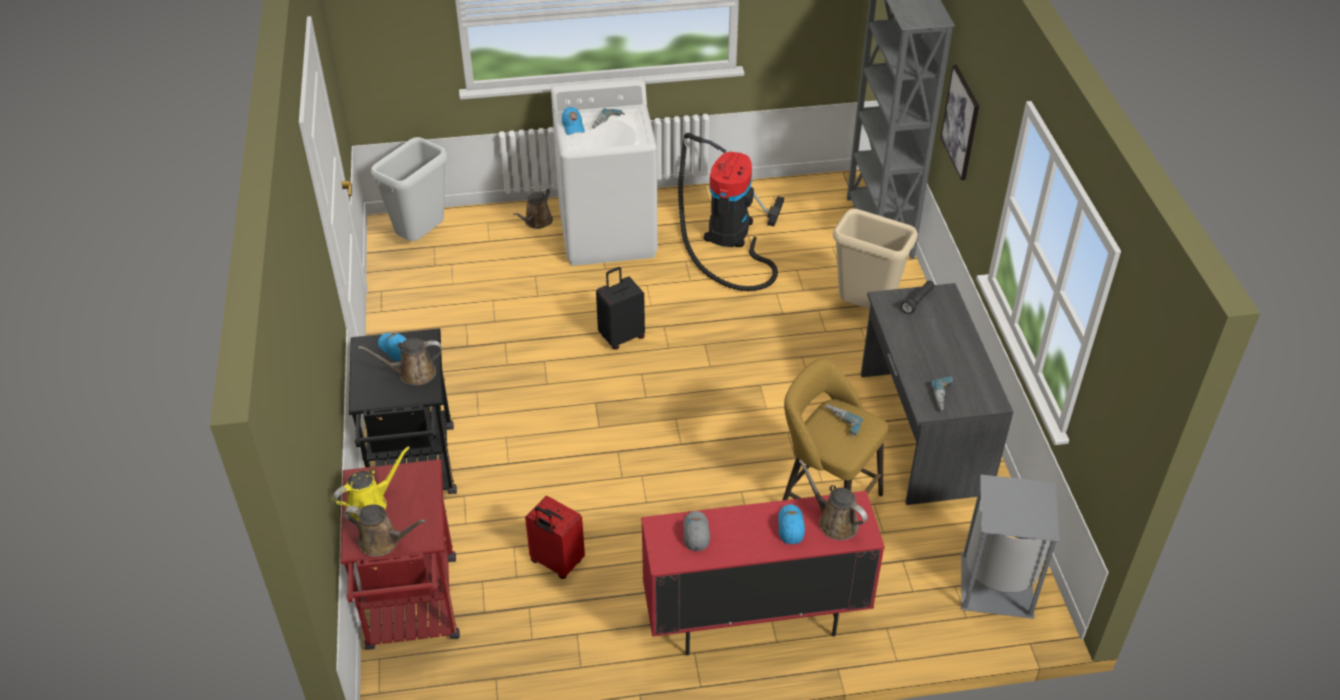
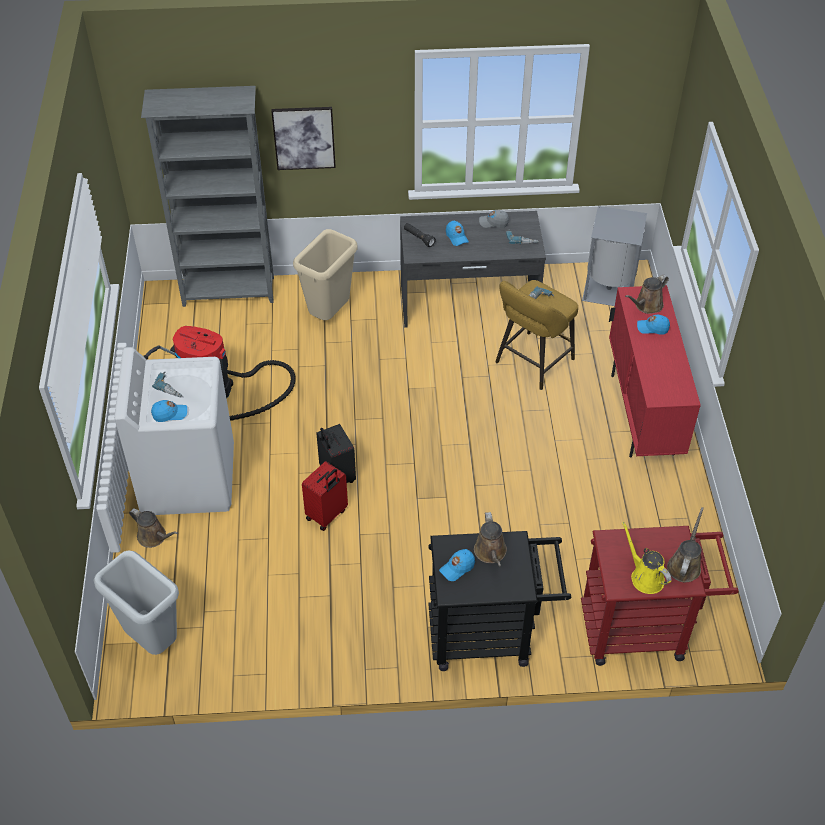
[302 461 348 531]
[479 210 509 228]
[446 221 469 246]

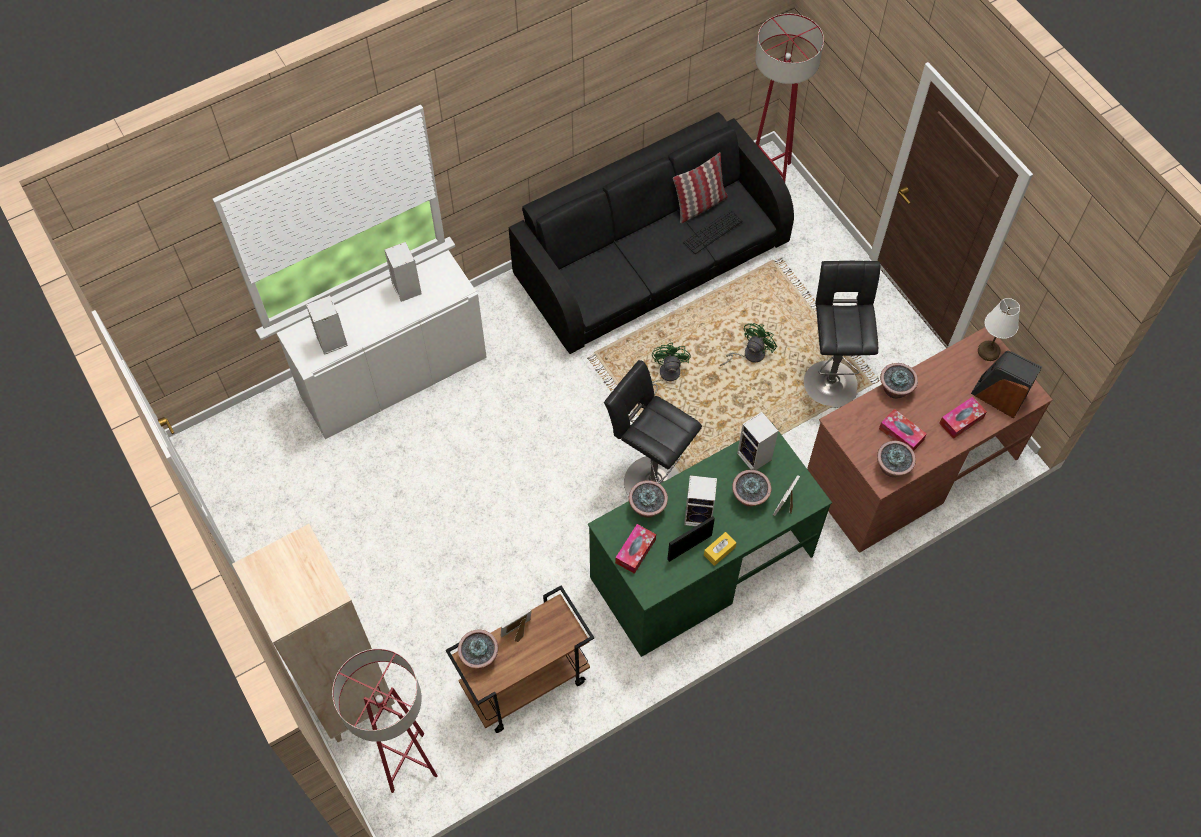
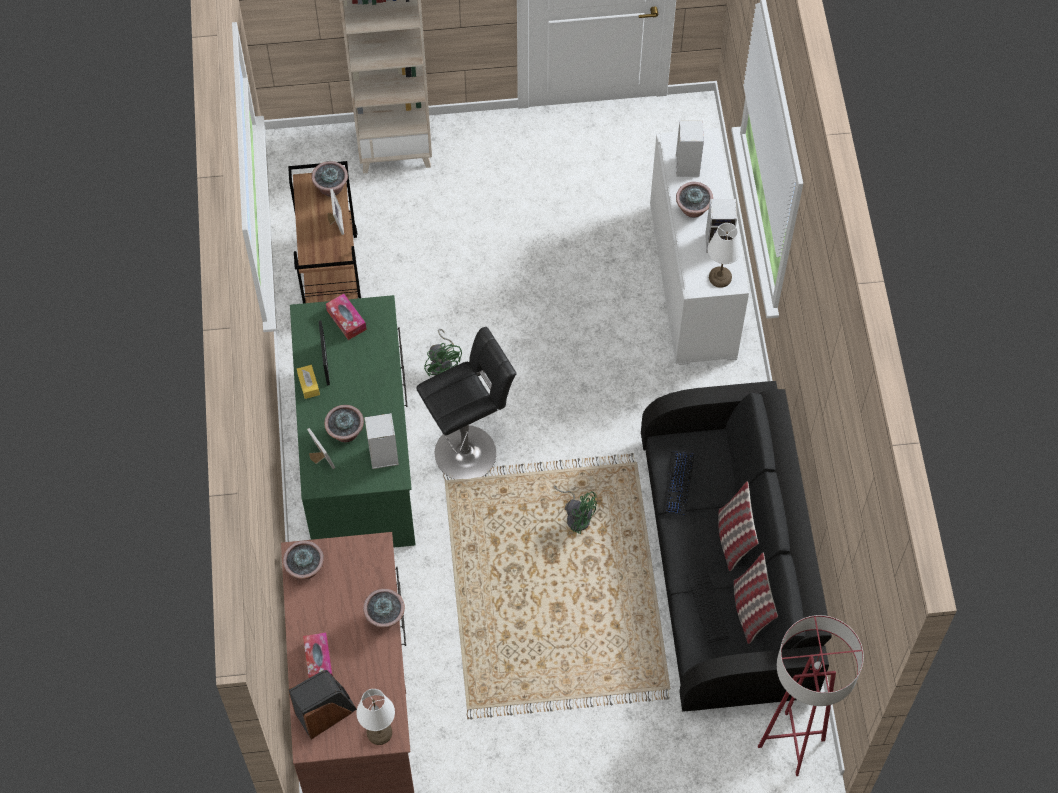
[332 649 438 793] (first image)
[676 182 713 218]
[684 475 717 527] (first image)
[424 329 462 377]
[804 261 880 408] (first image)
[879 409 927 451] (first image)
[663 451 694 515]
[708 223 742 288]
[718 481 758 571]

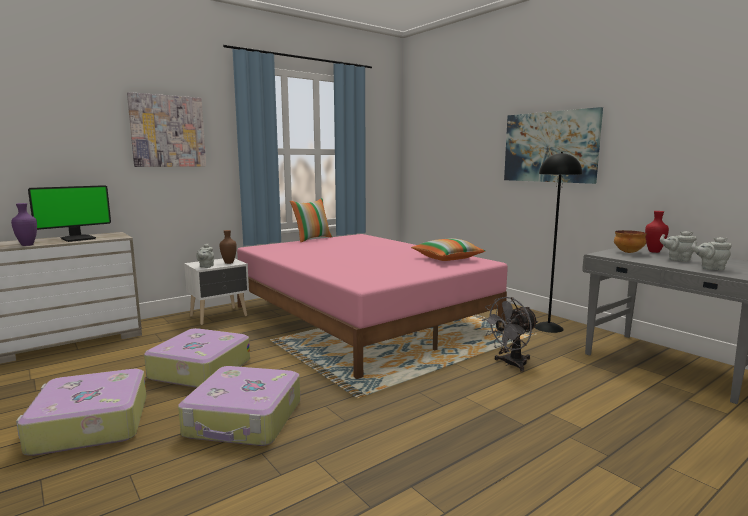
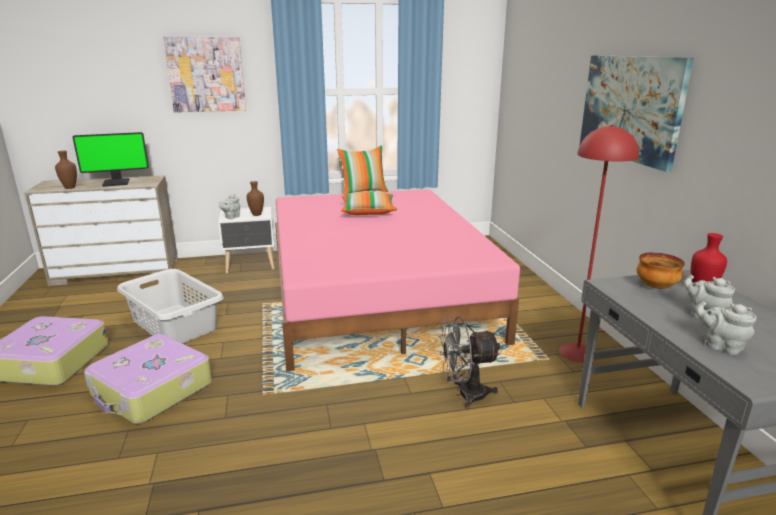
[55 151 77 189]
[117 269 224 343]
[341 192 397 215]
[559 125 639 363]

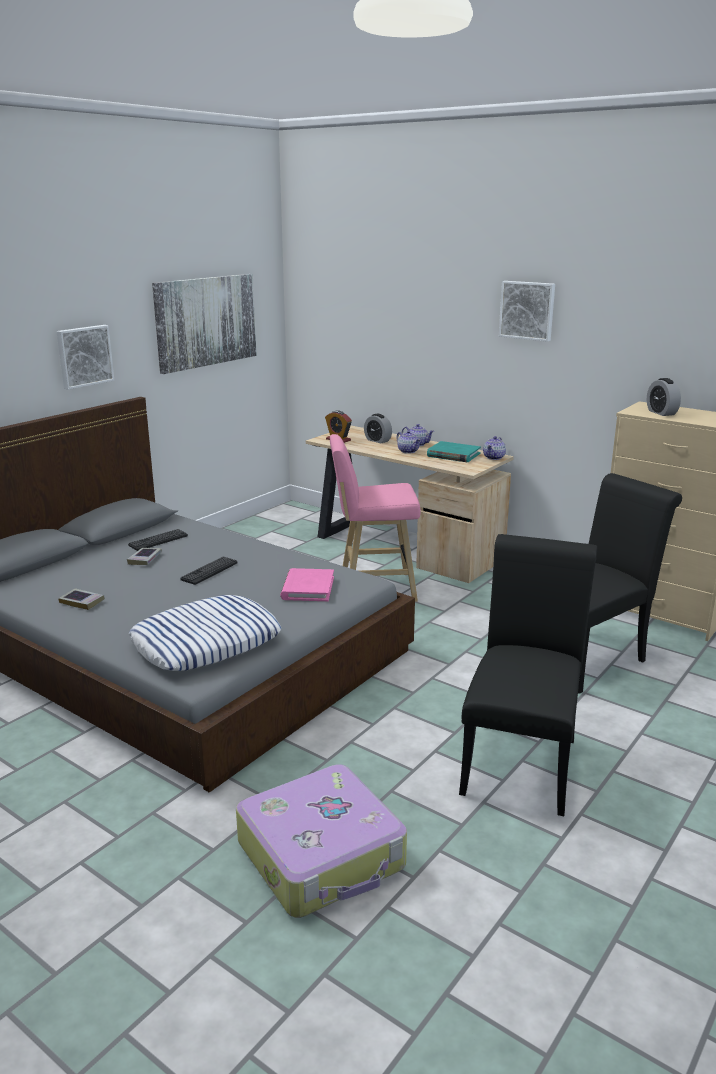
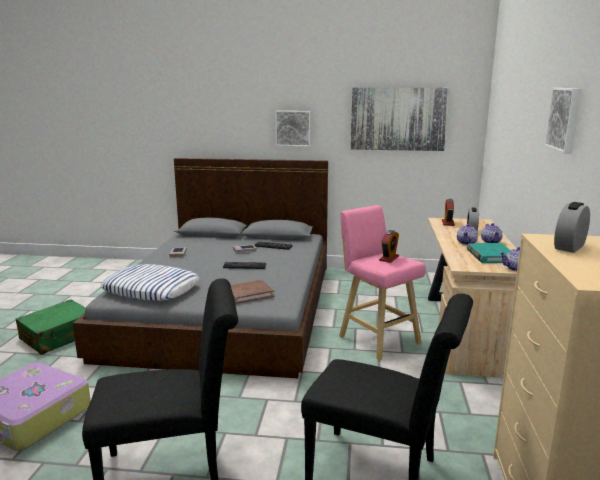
[231 280 274 304]
[16 299 86 355]
[379 230 399 263]

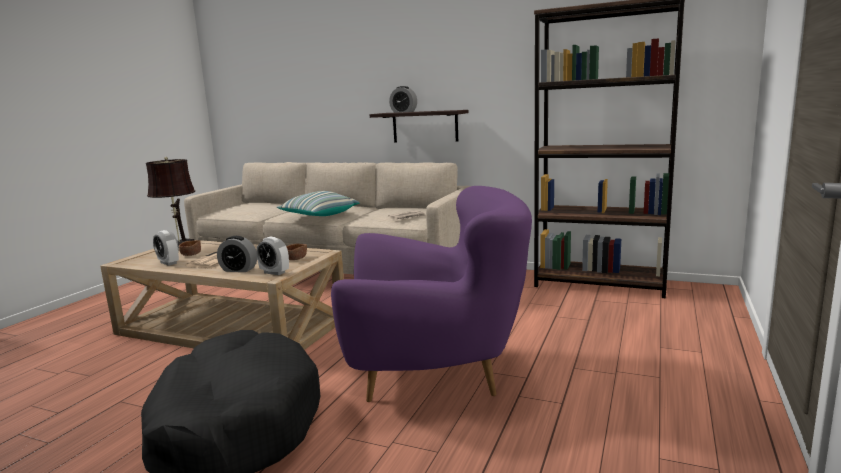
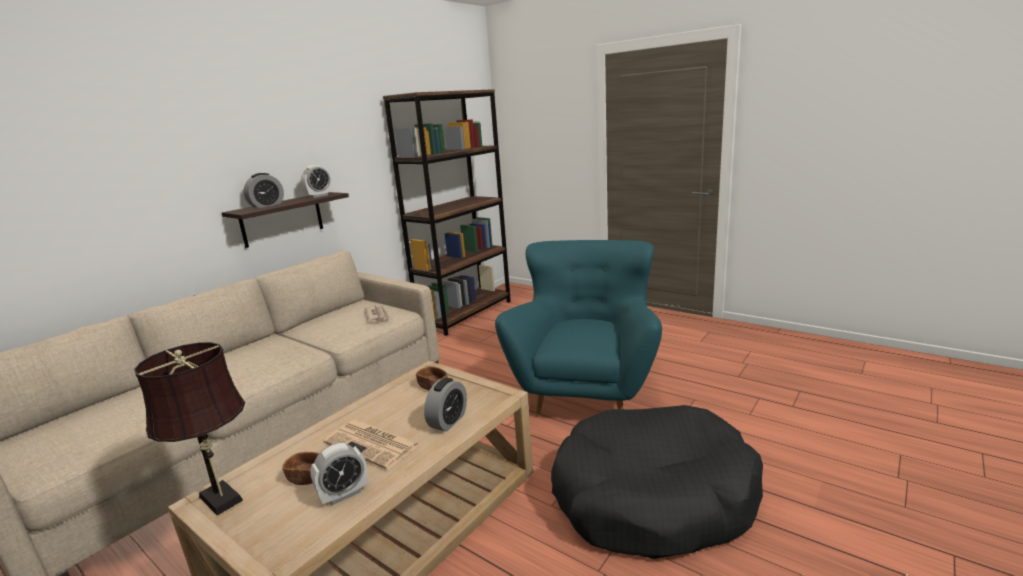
[301 165 332 198]
[277 191 360 216] (first image)
[495 240 662 417]

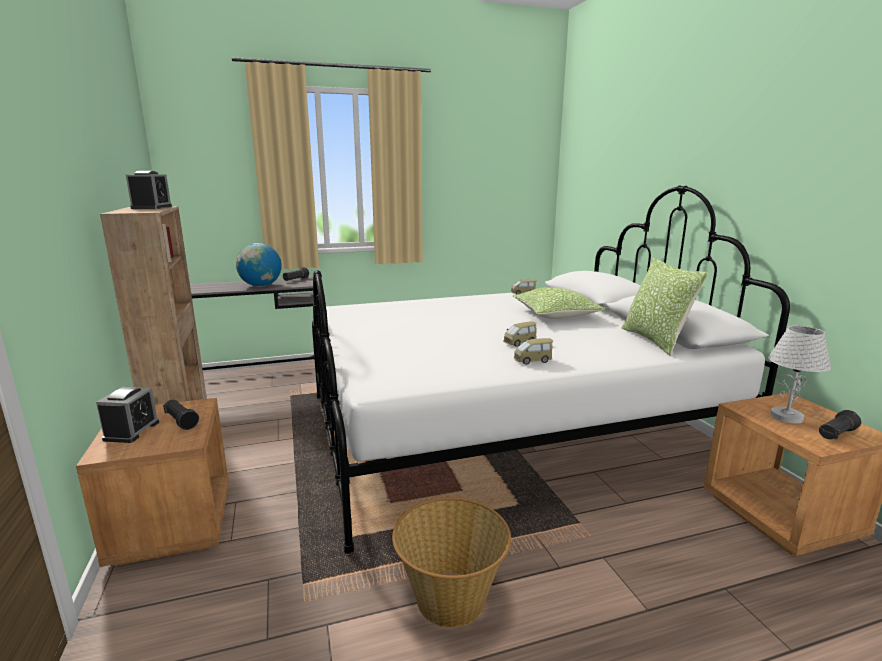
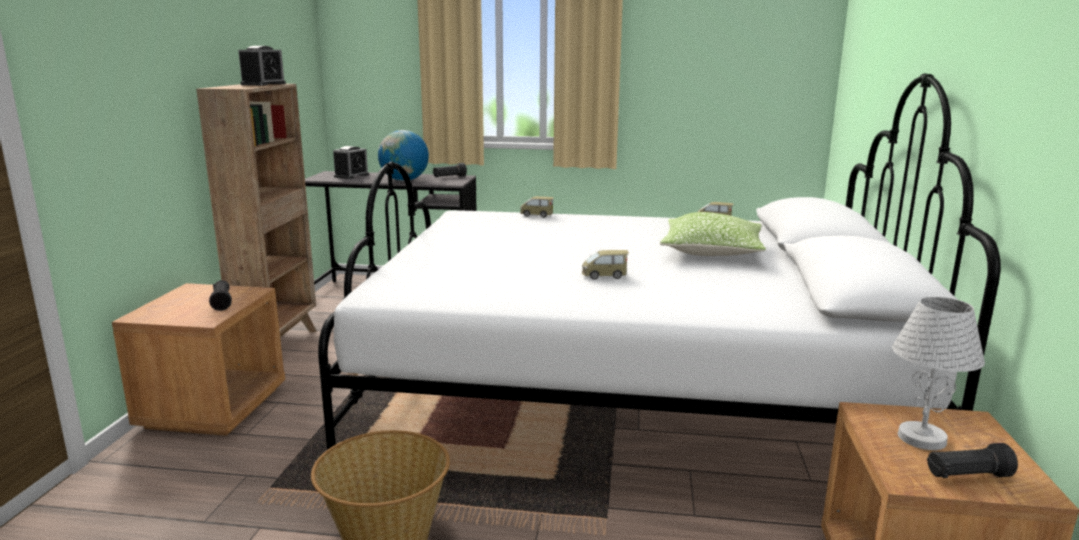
[333 146 369 179]
[520 196 554 218]
[622 258 708 355] (first image)

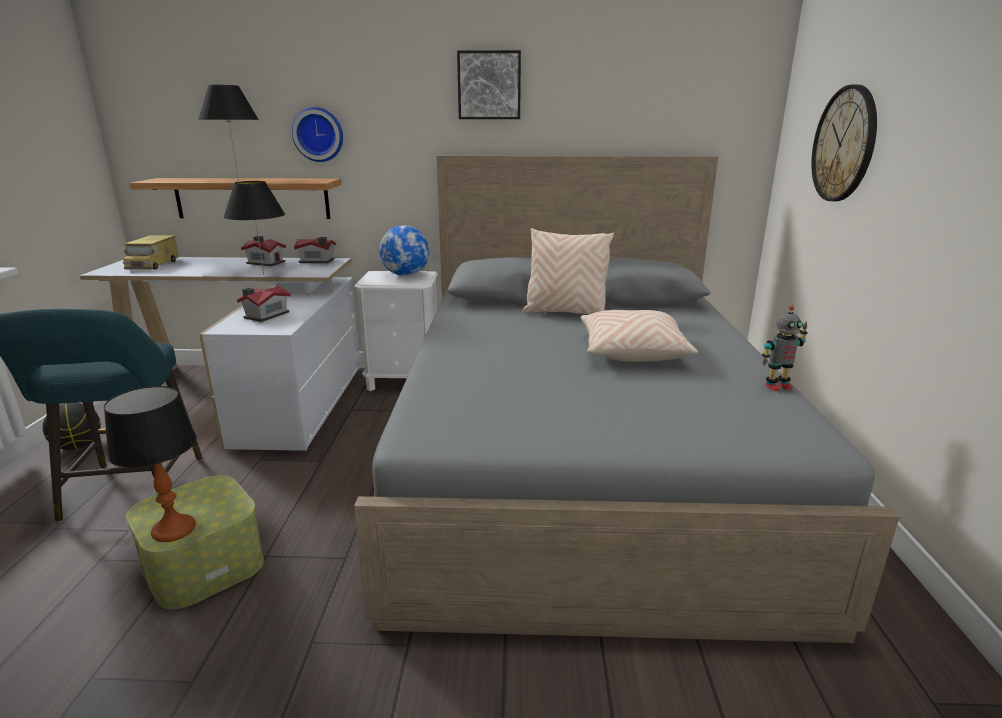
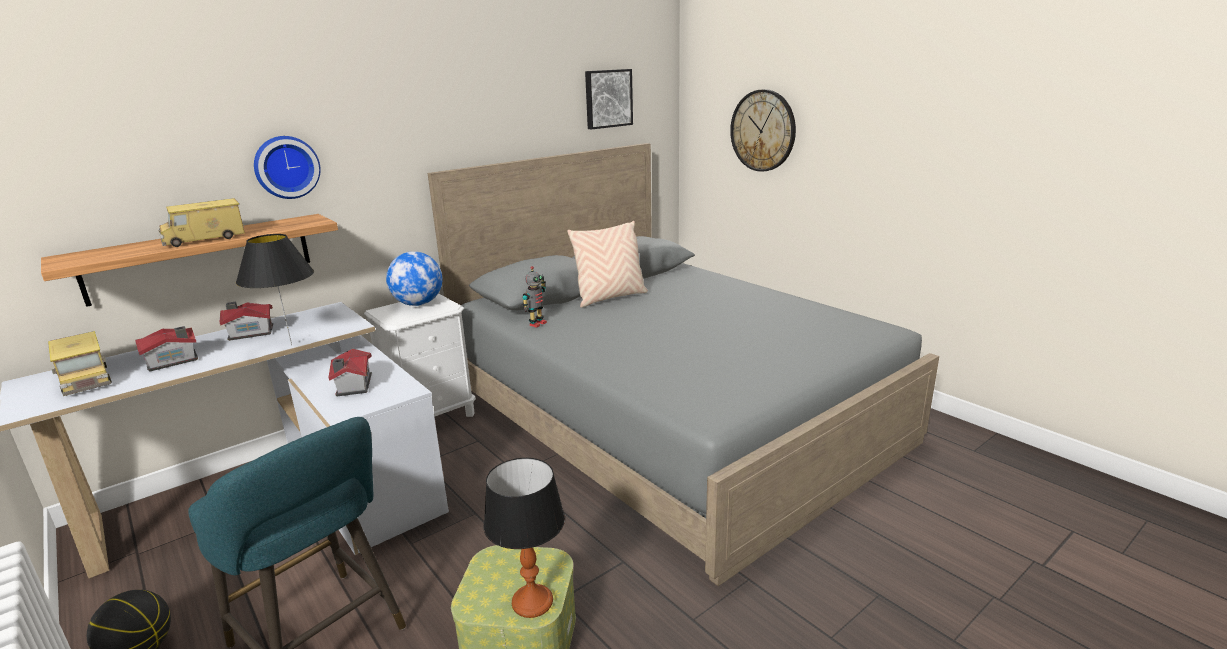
[158 198 245 247]
[135 326 198 372]
[585 69 633 129]
[580 310 698 362] (first image)
[523 266 547 328]

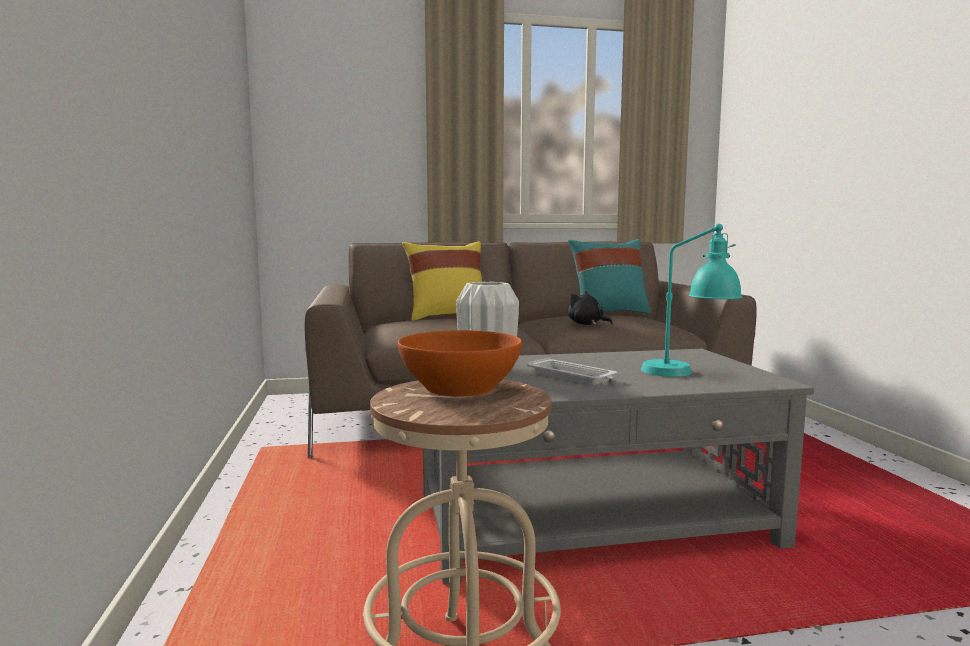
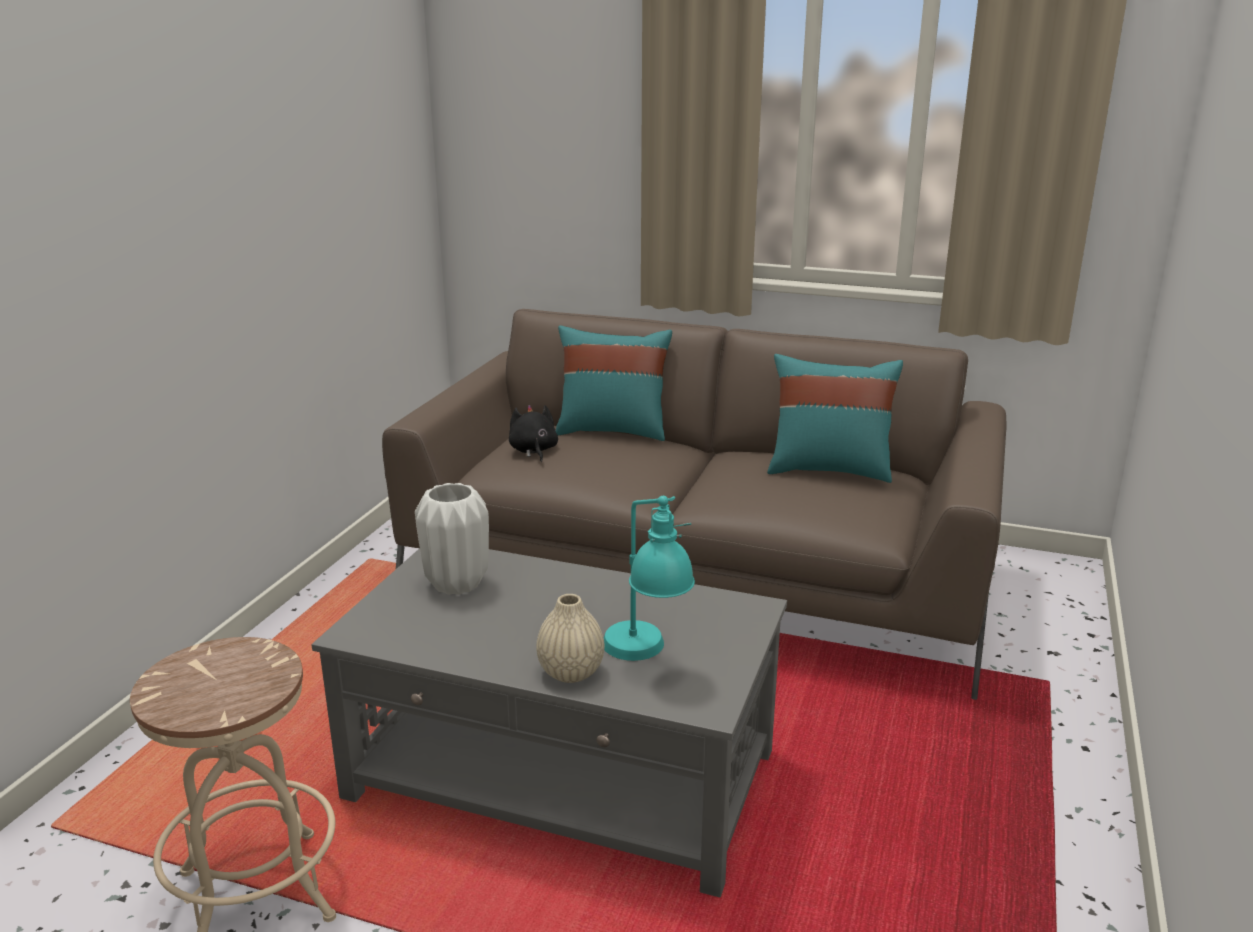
[398 330 522 397] (first image)
[555 325 672 441]
[526 358 618 385] (first image)
[509 405 558 462]
[536 594 605 683]

